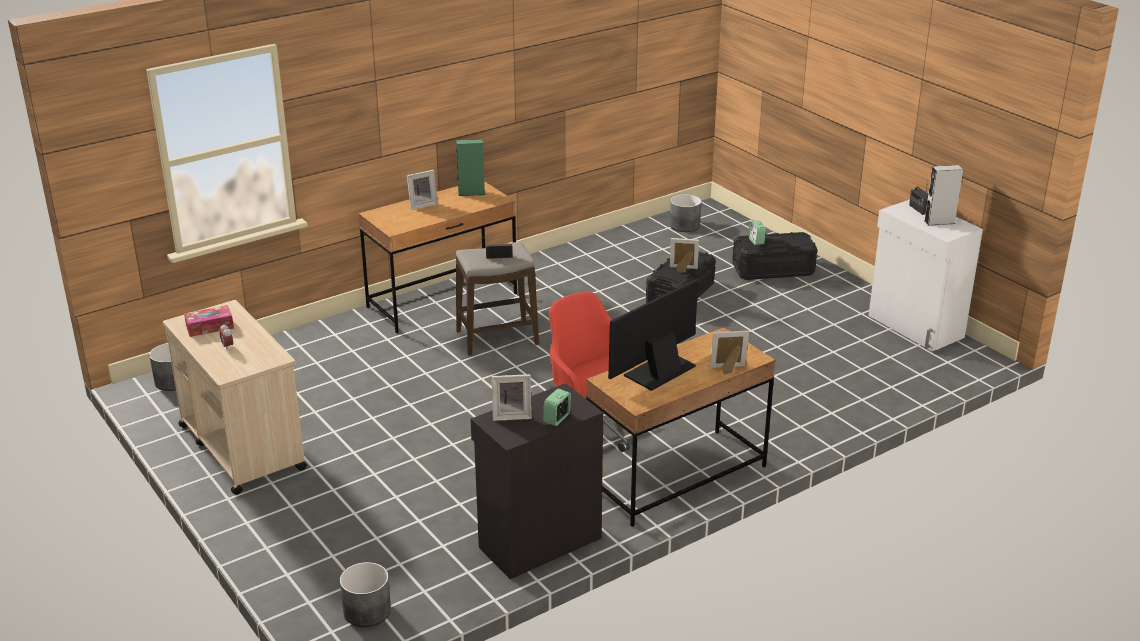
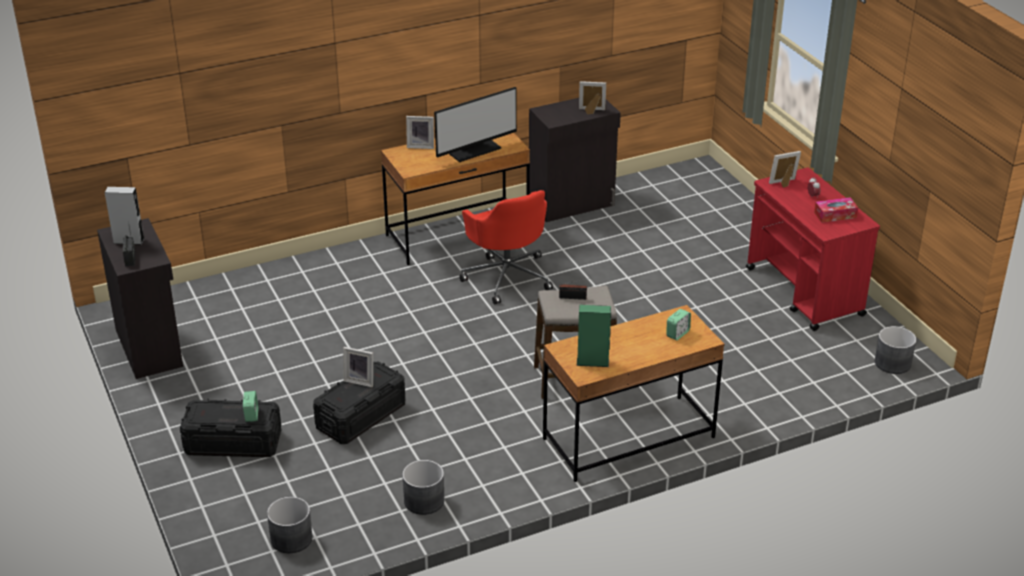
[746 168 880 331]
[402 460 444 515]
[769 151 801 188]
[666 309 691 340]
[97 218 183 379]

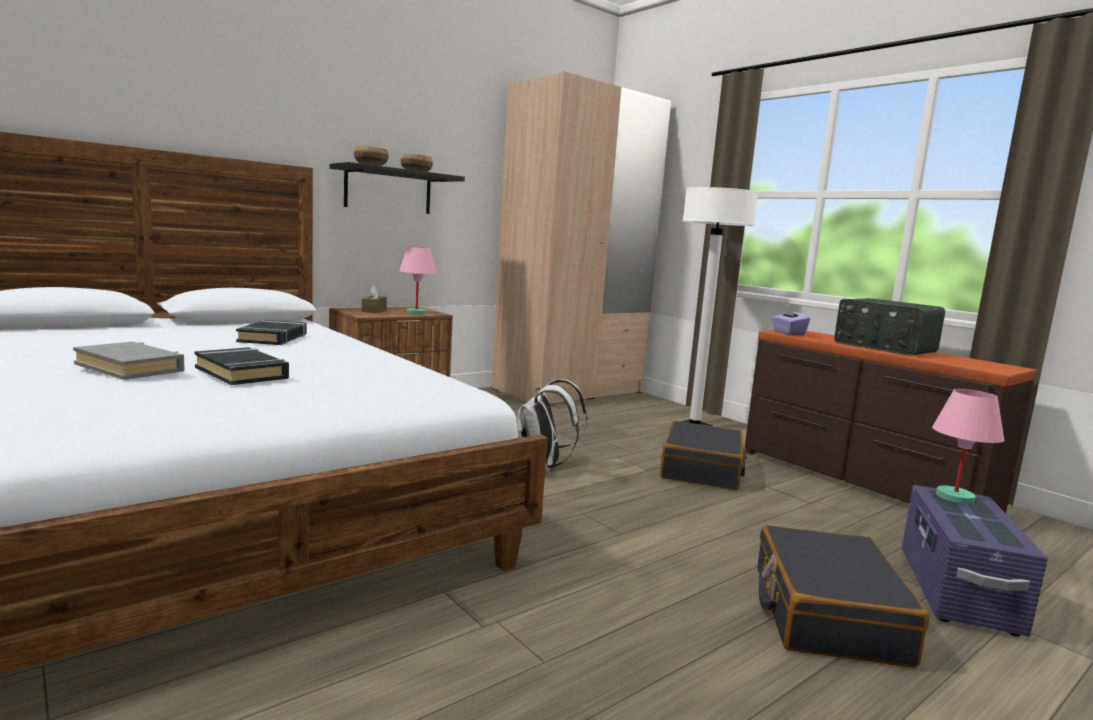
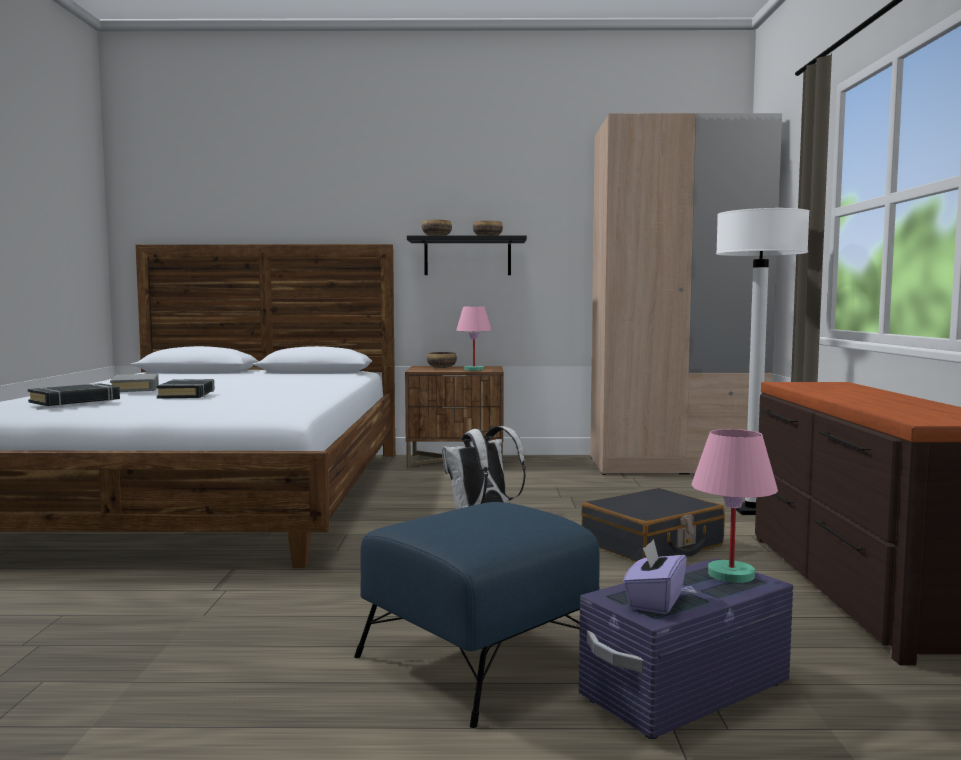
[28 383 120 406]
[427 352 457 368]
[354 502 600 728]
[623 539 687 614]
[834 298 945 356] (first image)

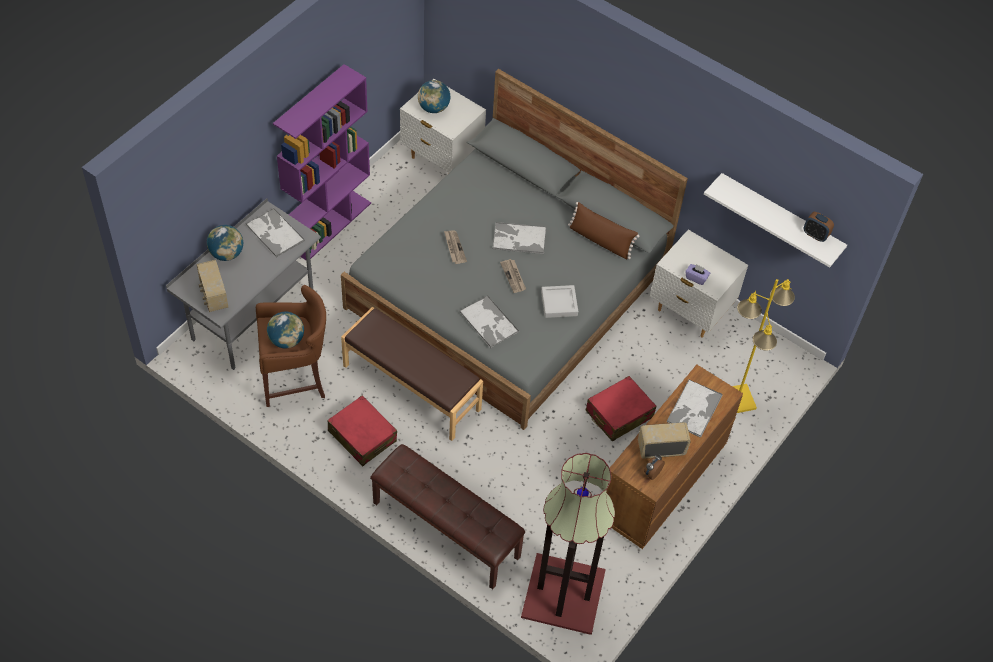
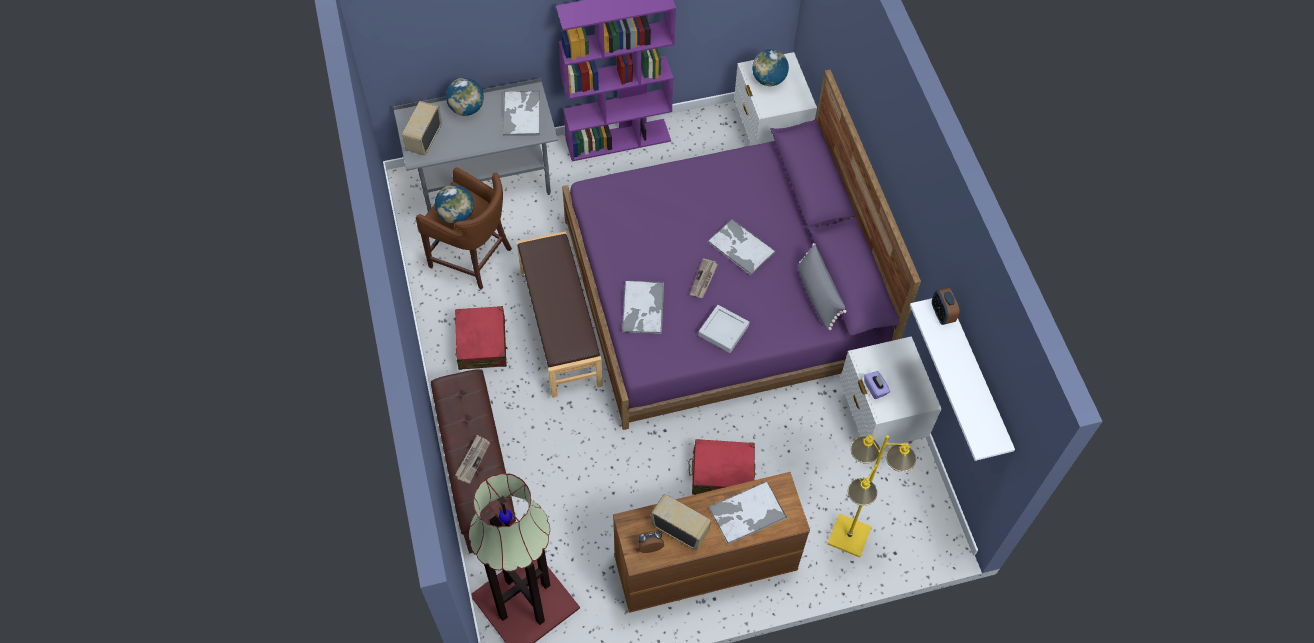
[562 70 921 430]
[455 435 490 483]
[798 243 847 330]
[932 288 959 325]

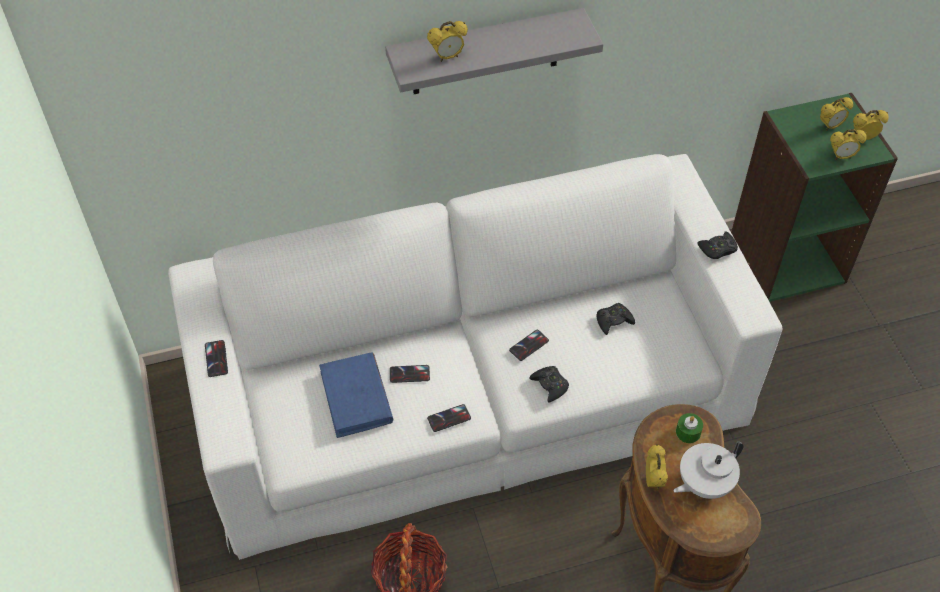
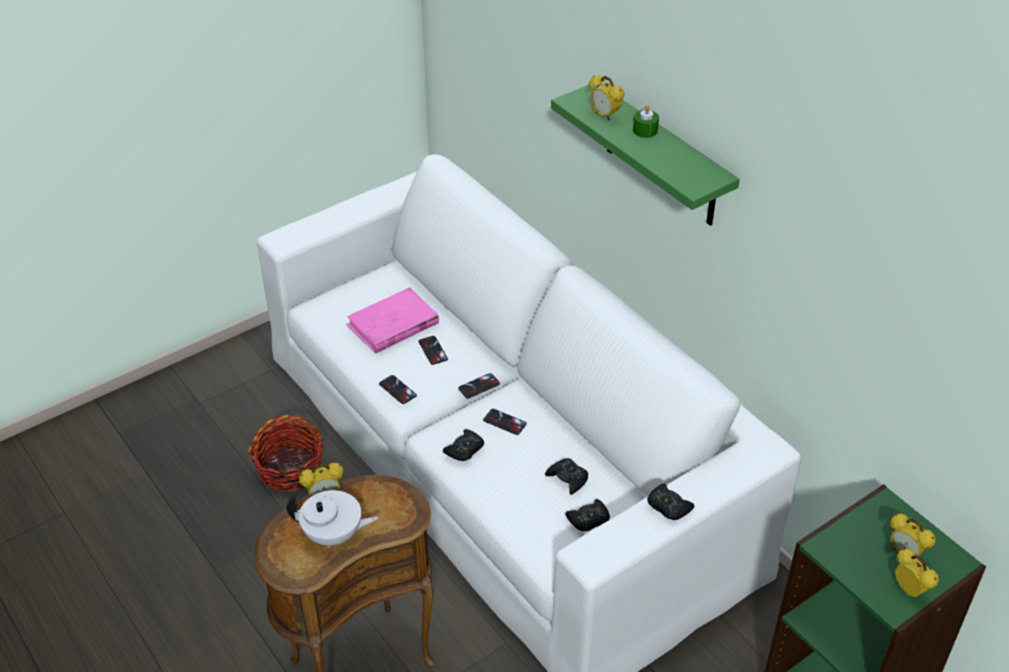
[458 373 500 399]
[346 287 439 353]
[551 84 740 226]
[286 490 378 548]
[633 105 659 138]
[830 129 867 160] (first image)
[565 499 610 531]

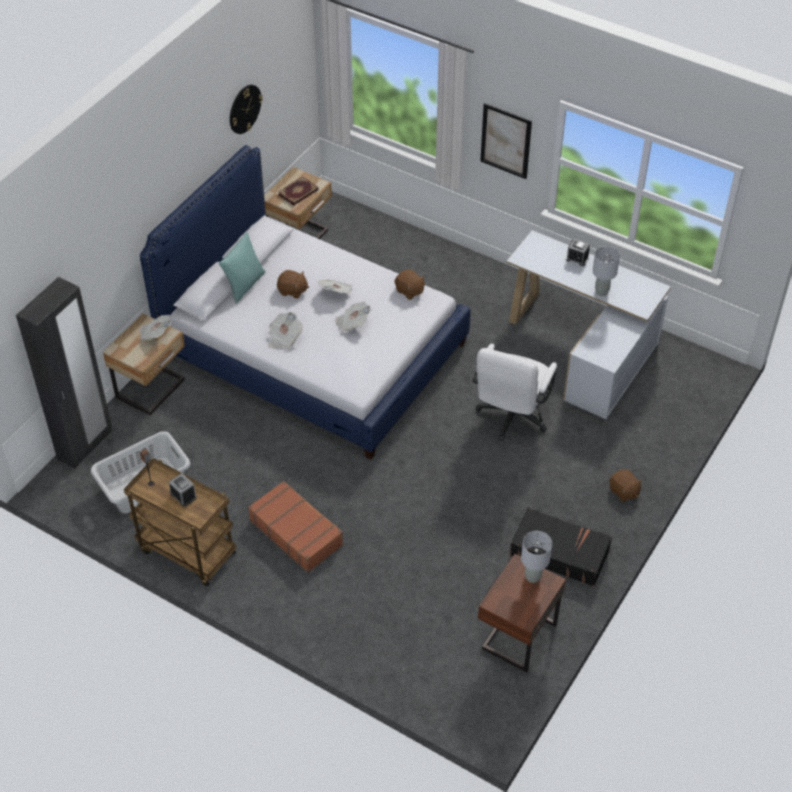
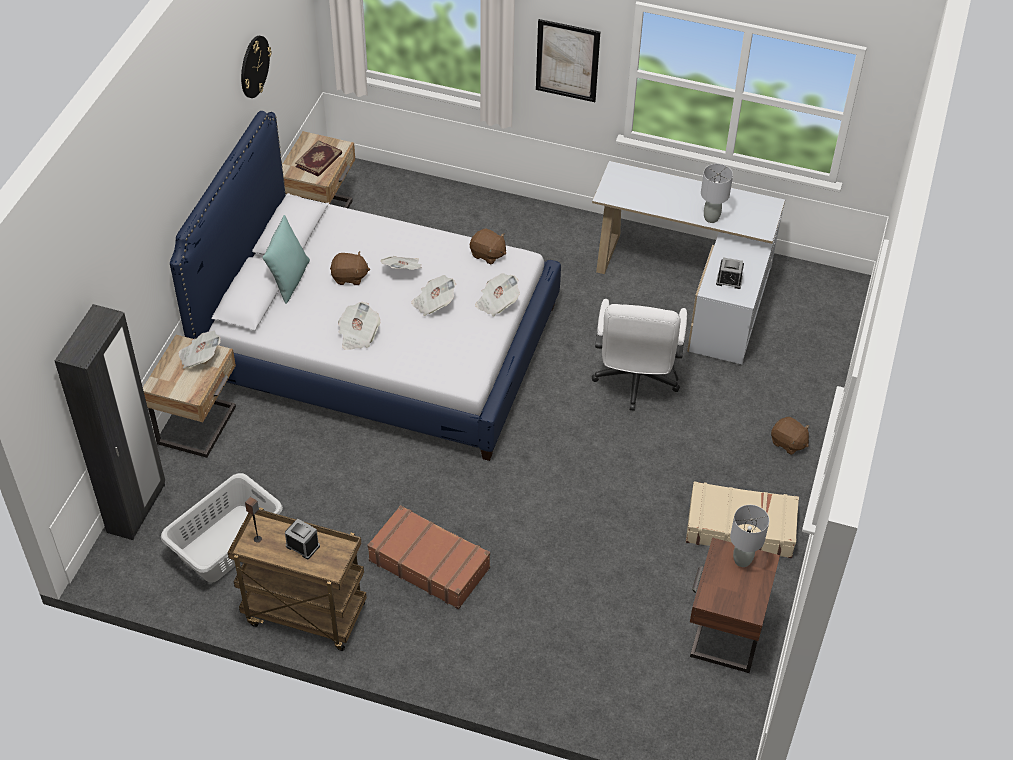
[686 481 799 558]
[716 258 744 289]
[475 273 520 317]

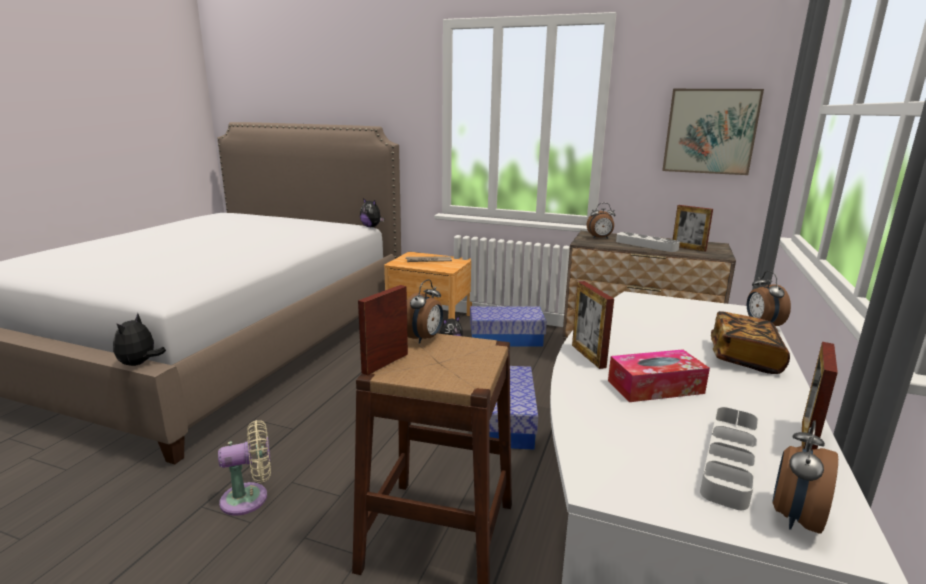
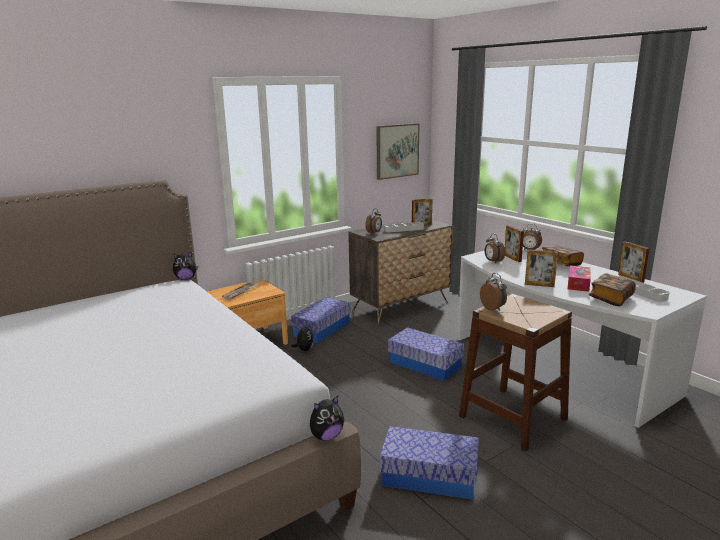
[310 395 344 440]
[379 426 479 500]
[505 225 524 262]
[485 233 505 263]
[589 273 636 306]

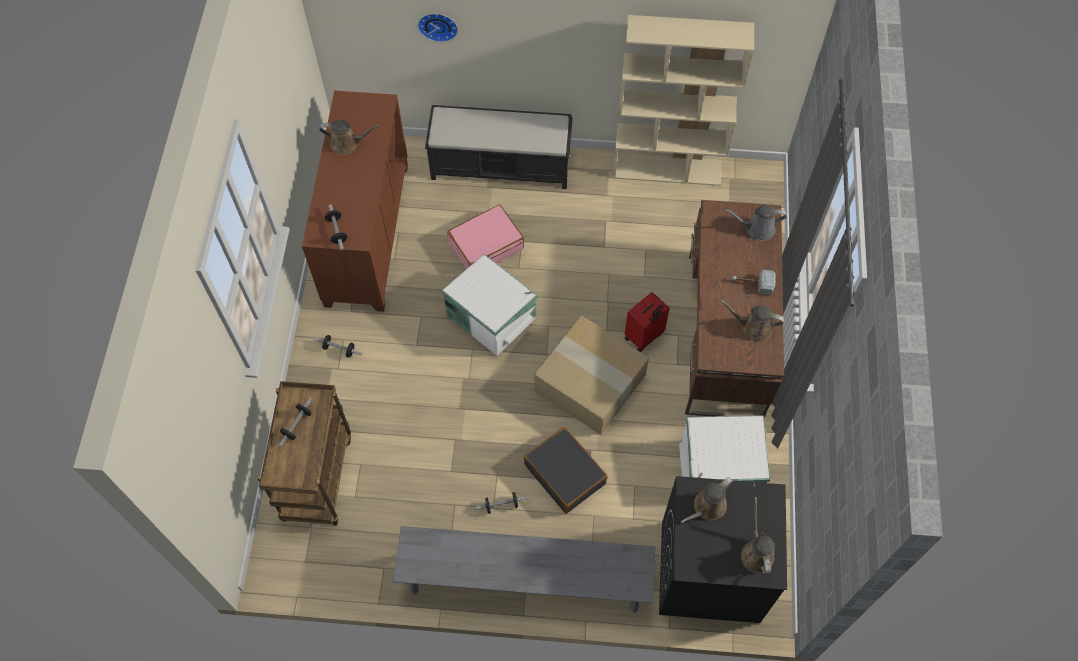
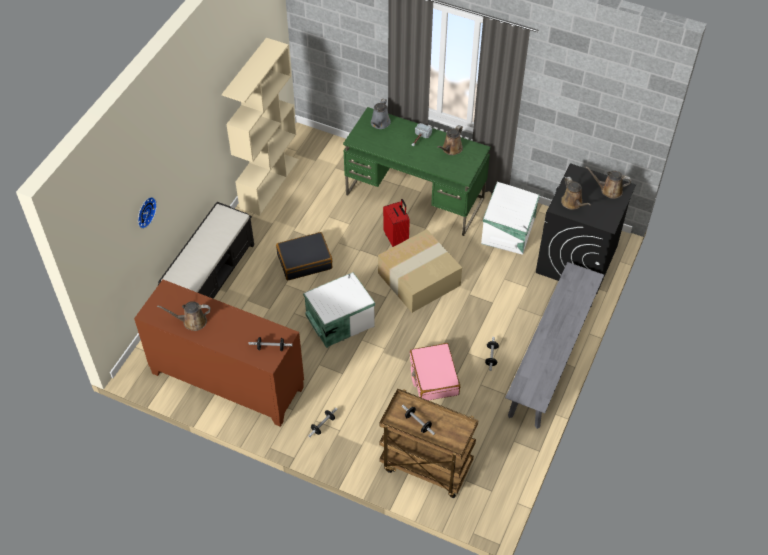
[157 301 211 331]
[410 343 460 401]
[276 232 332 281]
[343 107 491 236]

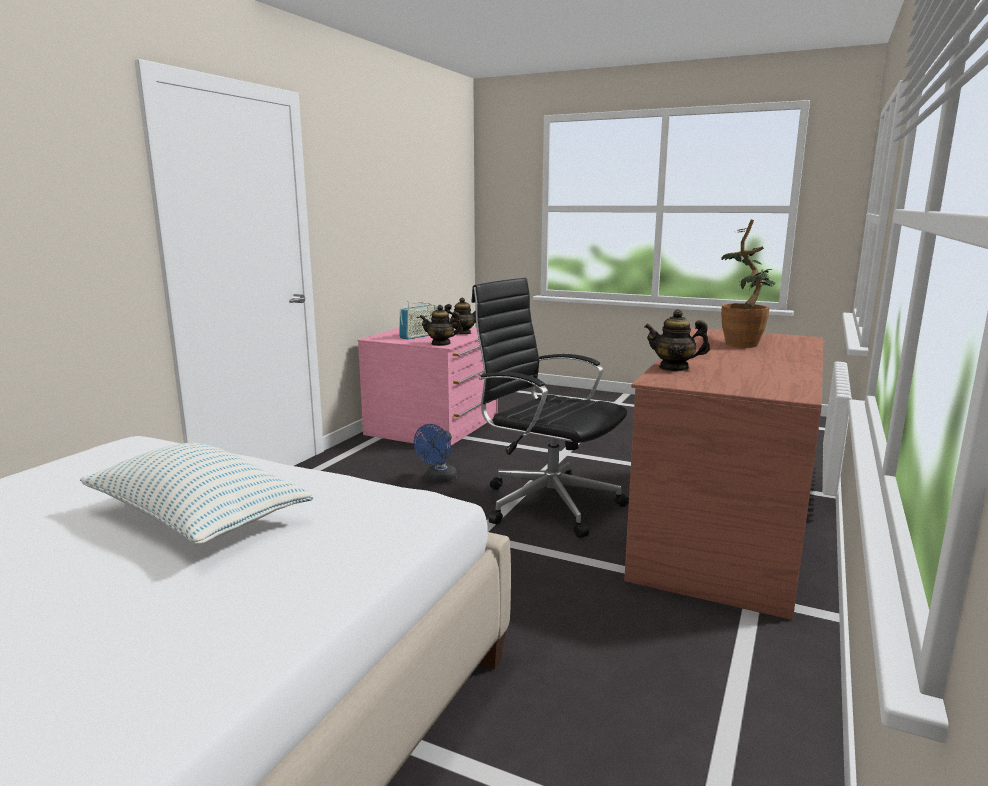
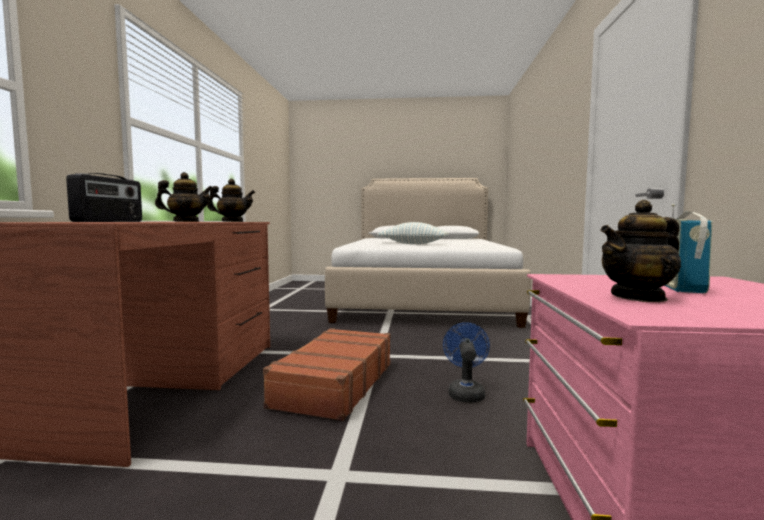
[155 172 213 222]
[263 328 391 421]
[66 173 142 222]

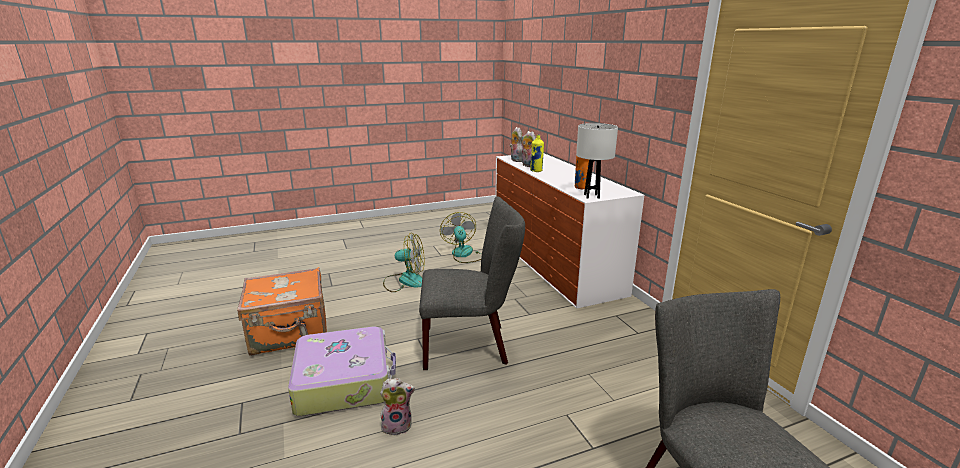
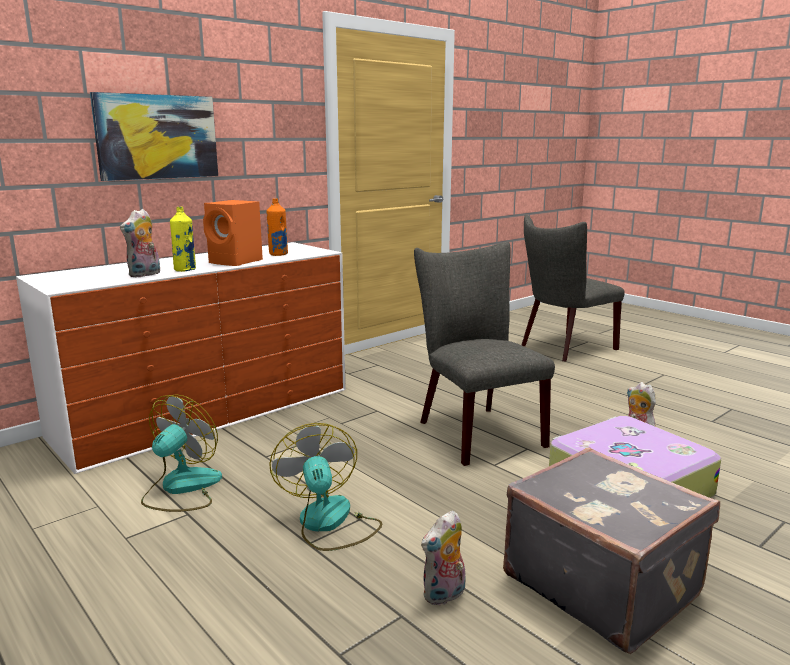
[503 447 720 654]
[141 394 222 512]
[421 511 466 605]
[576 123 618 199] (first image)
[90 92 218 181]
[203 200 263 266]

